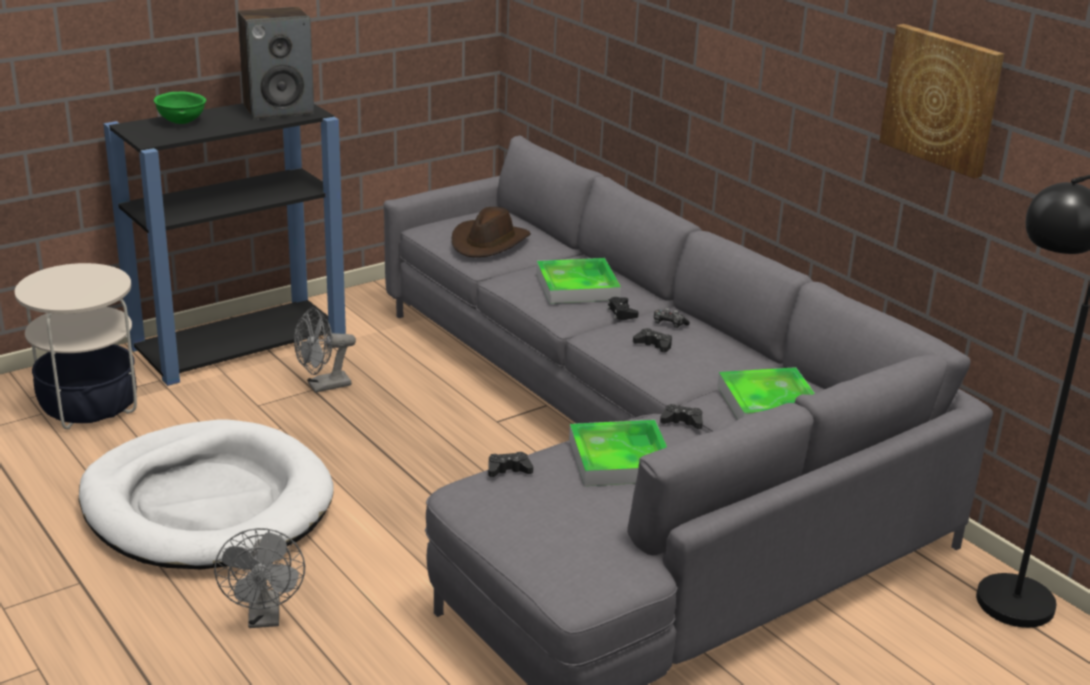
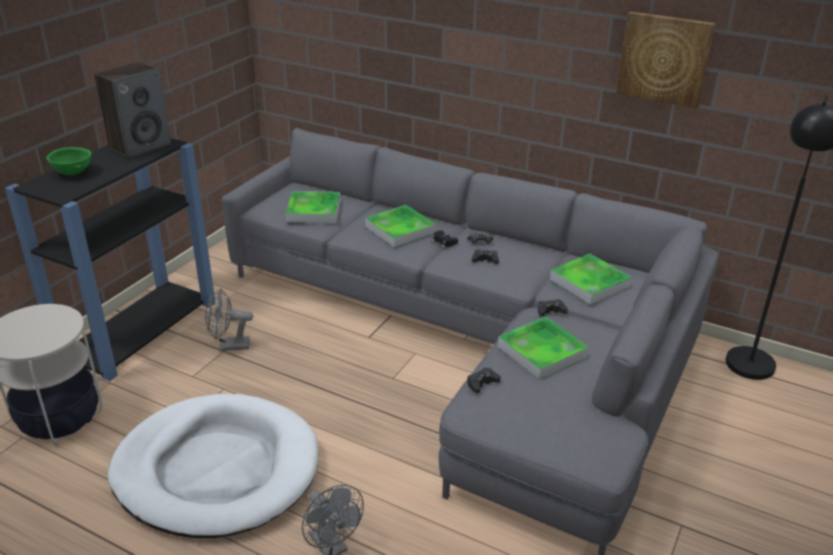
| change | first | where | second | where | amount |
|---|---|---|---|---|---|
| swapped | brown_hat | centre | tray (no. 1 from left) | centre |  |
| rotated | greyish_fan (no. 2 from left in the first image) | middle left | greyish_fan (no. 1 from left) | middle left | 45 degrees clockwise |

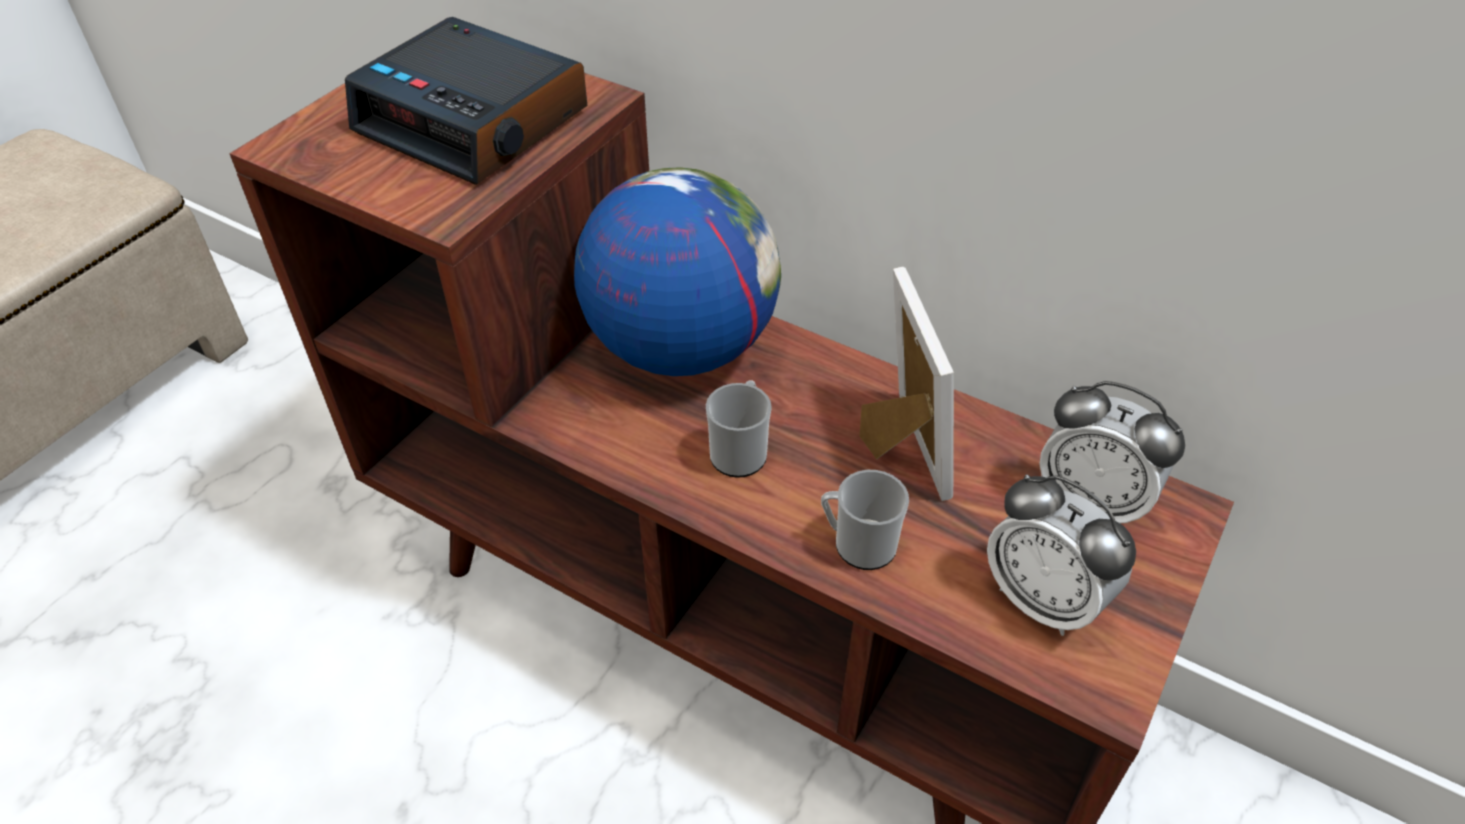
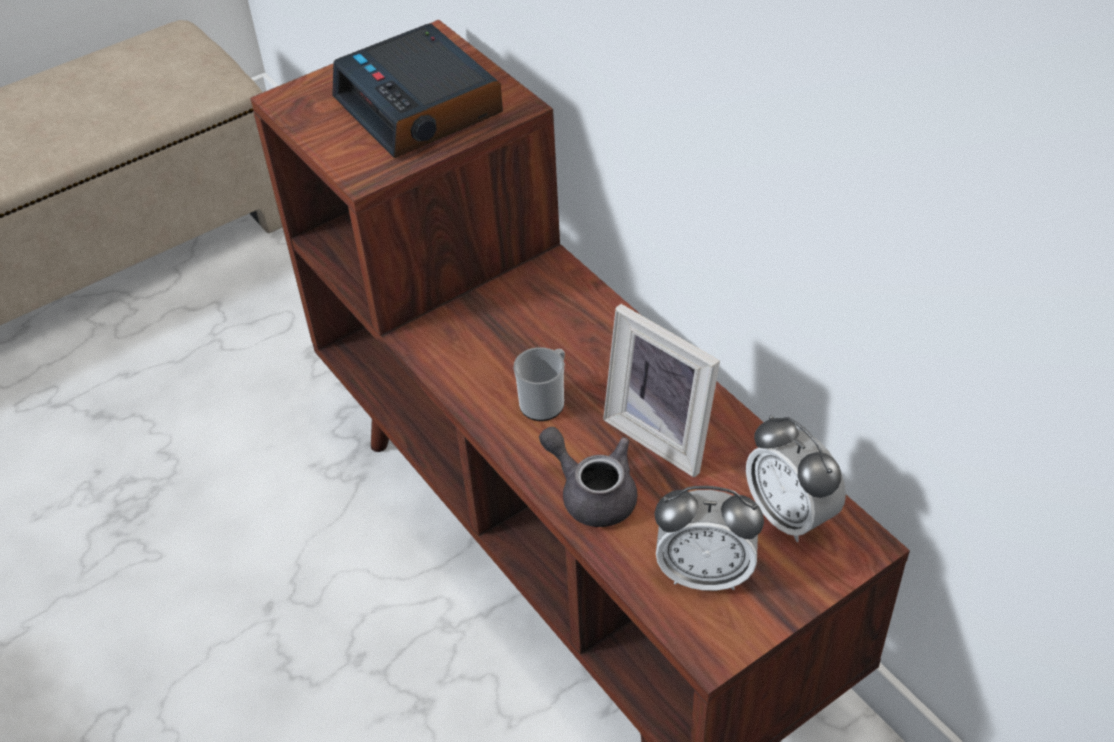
| change | first | where | second | where | amount |
|---|---|---|---|---|---|
| gone | desk_globe | top centre |  |  |  |
| rotated | picture_frame | centre |  | centre | 120 degrees clockwise |
| swapped | tea_mug (no. 2 from left) | centre | greyish_pot_for_tea | centre |  |
| rotated | table_clock (no. 2 from left) | bottom right |  | bottom centre | 60 degrees counterclockwise |

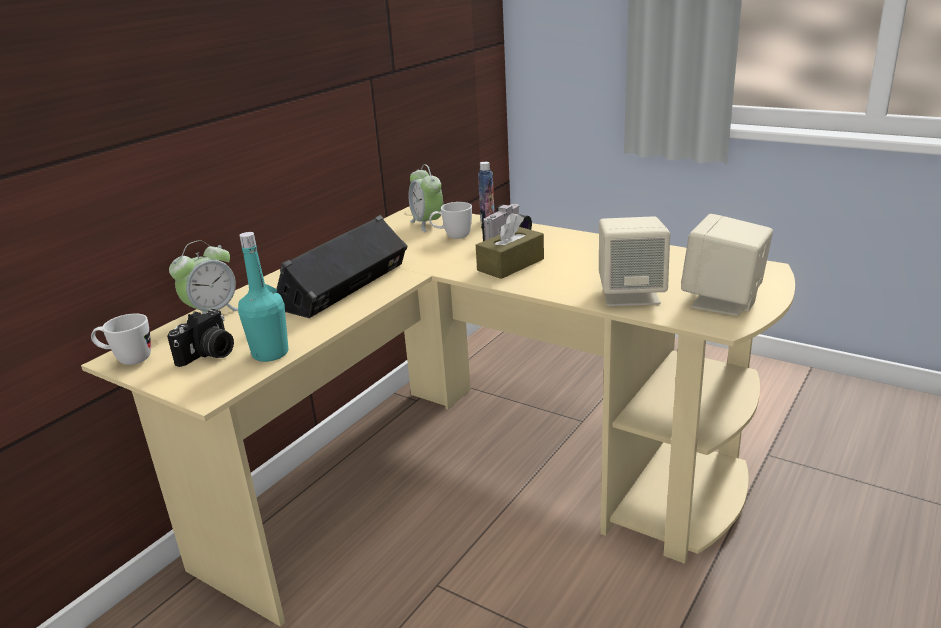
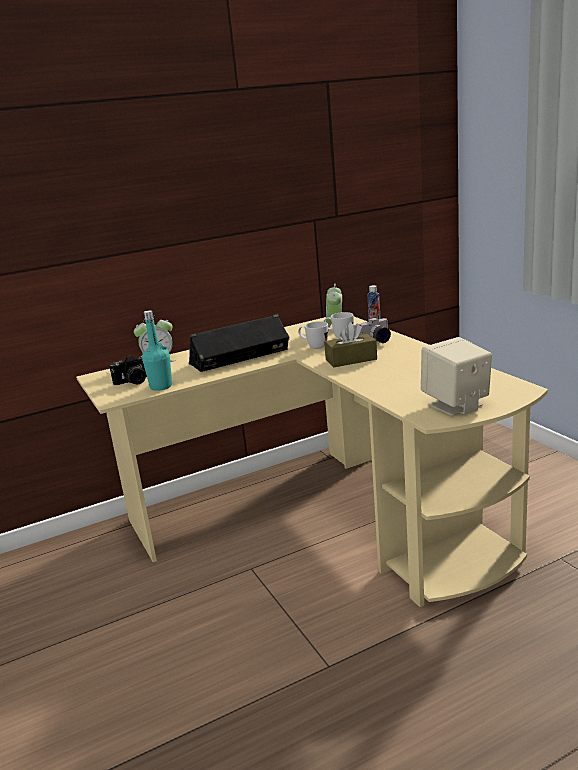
| change | first | where | second | where | amount |
|---|---|---|---|---|---|
| gone | sand-coloured_loudspeaker (no. 1 from left) | middle right |  |  |  |
| shifted | white-coloured_tea_mug (no. 1 from left) | middle left |  | centre |  |

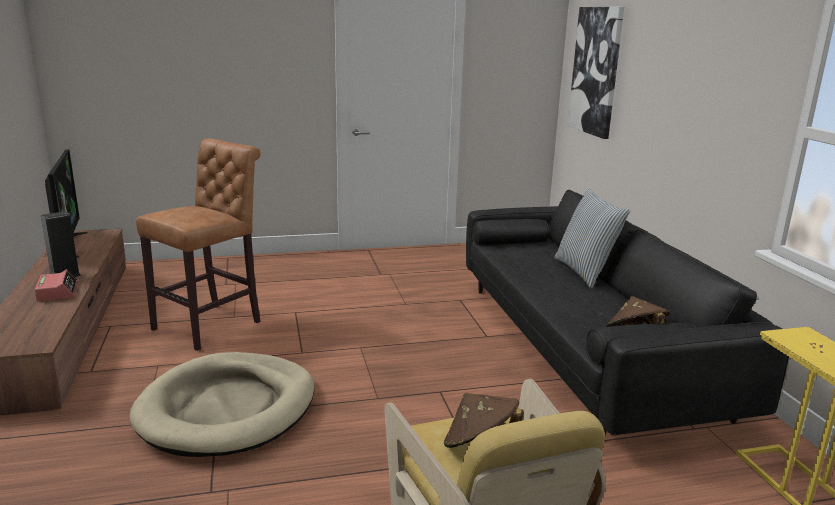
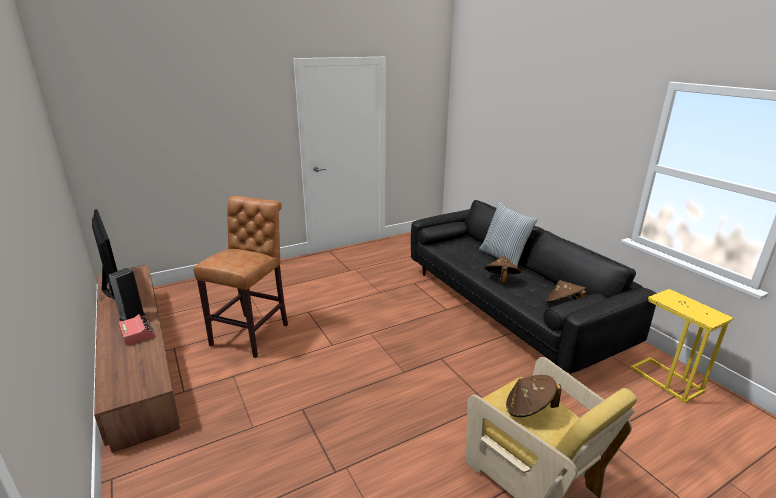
| change | first | where | second | where | amount |
|---|---|---|---|---|---|
| gone | wall_art | top right |  |  |  |
| gone | sand-coloured_dog_bed | bottom left |  |  |  |
| new |  |  | brown_hat (no. 1 from left) | centre |  |

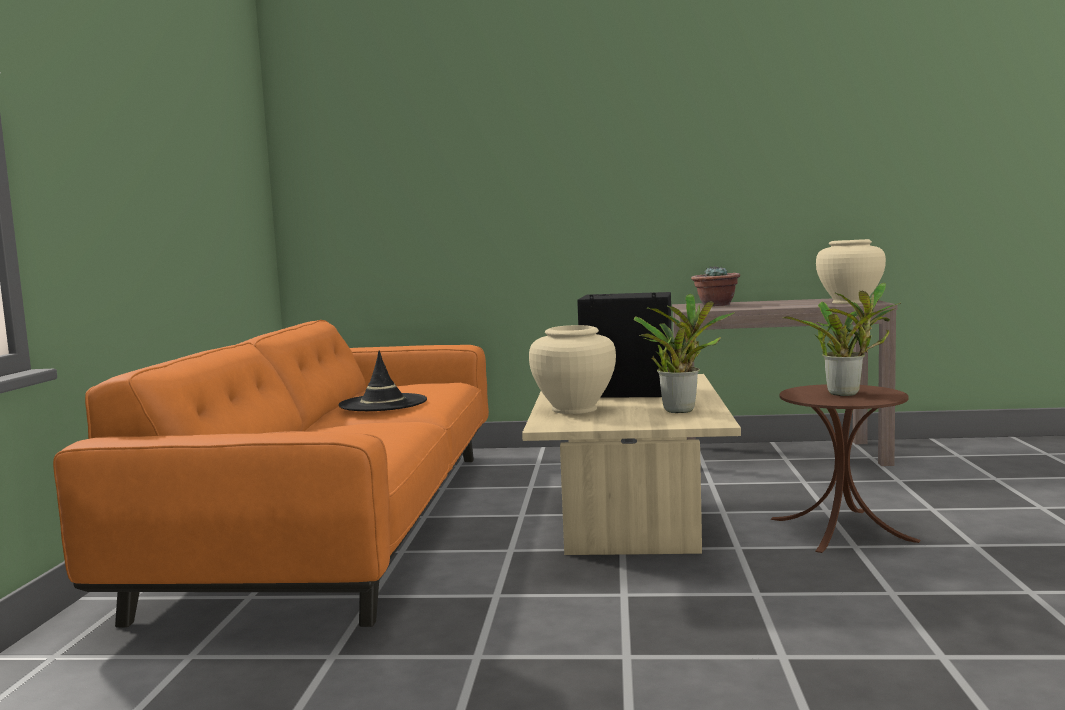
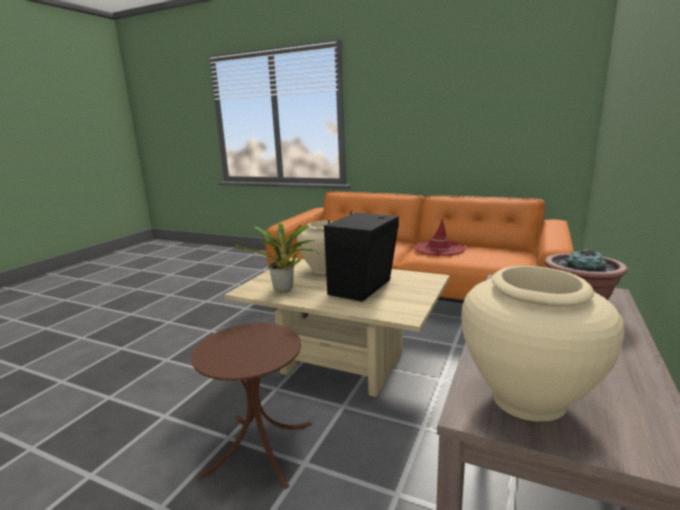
| change | first | where | second | where | amount |
|---|---|---|---|---|---|
| gone | houseplant (no. 3 from left) | middle right |  |  |  |
| repainted | black-coloured_hat | centre | red_hat | centre |  |

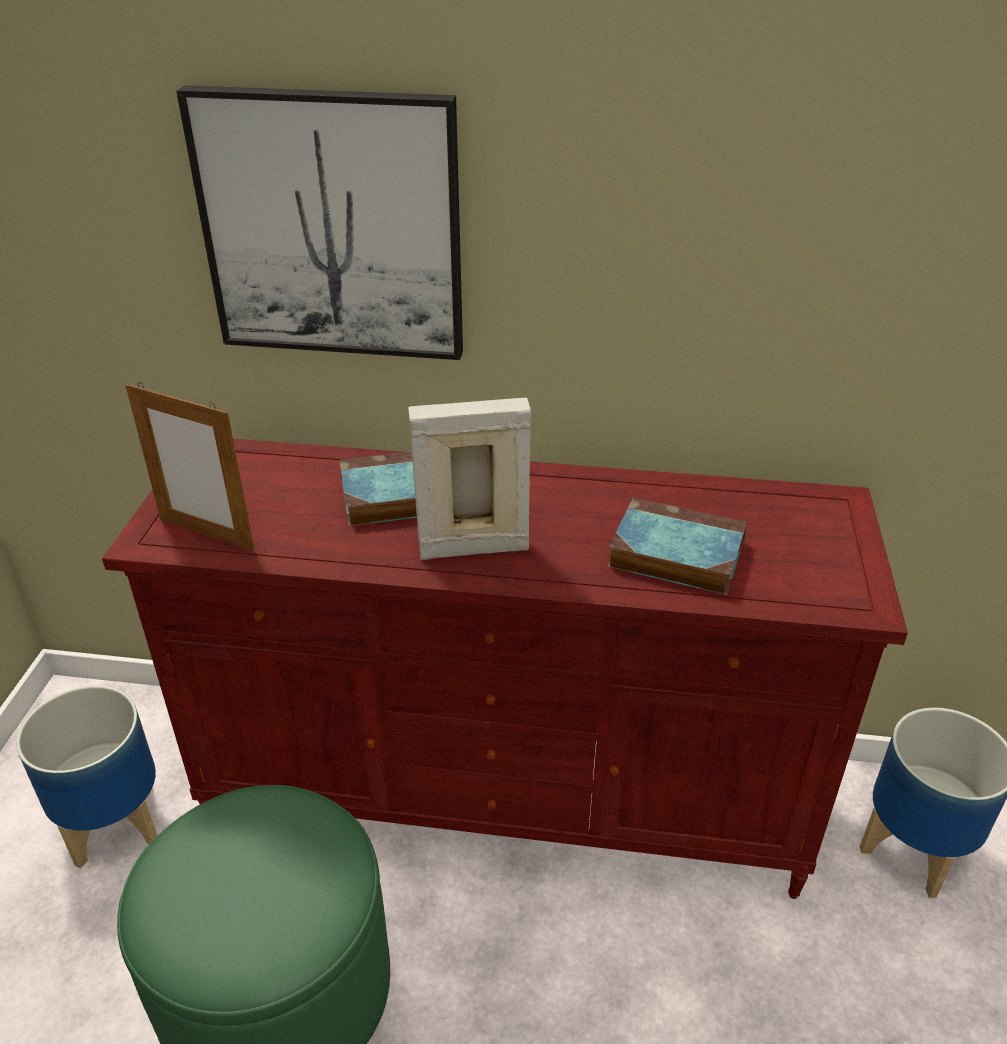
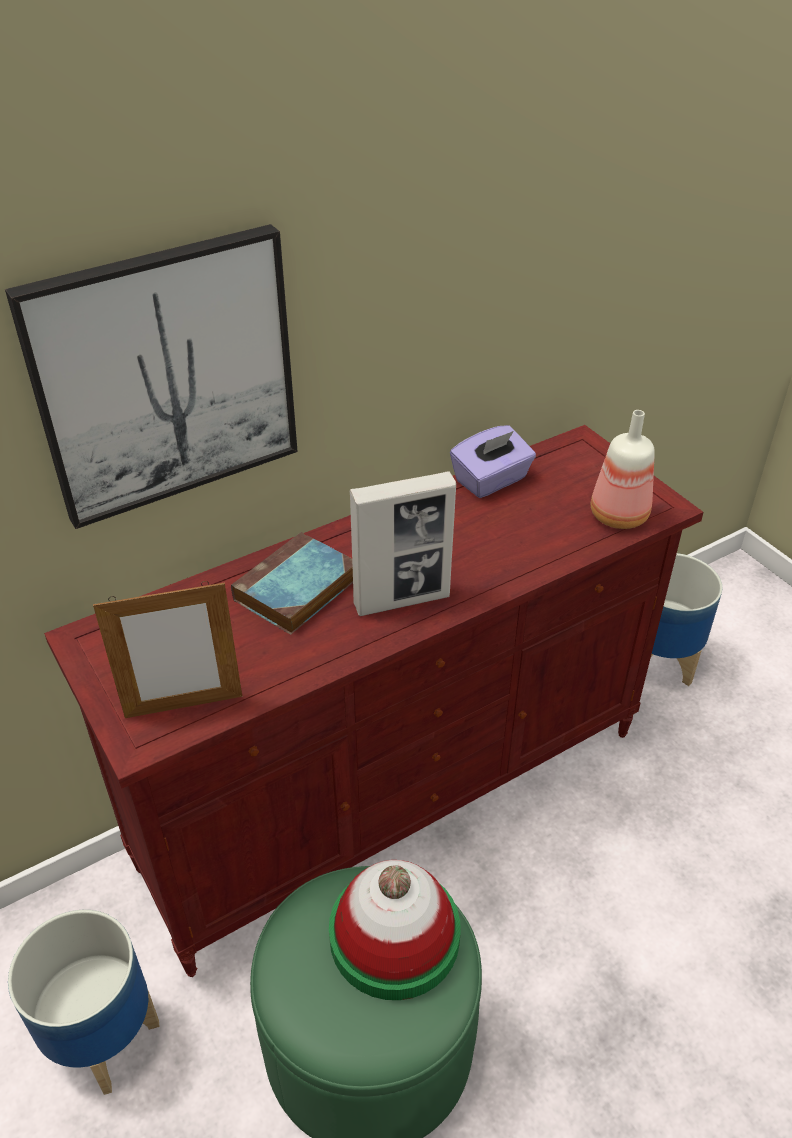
| change | first | where | second | where | amount |
|---|---|---|---|---|---|
| rotated | picture_frame (no. 2 from left) | centre |  | centre | 150 degrees counterclockwise |
| gone | bound_book (no. 2 from left) | middle right |  |  |  |
| new |  |  | drink_bottle | middle right |  |
| new |  |  | purple-coloured_box_of_tissues | centre |  |
| new |  |  | hat | bottom centre |  |

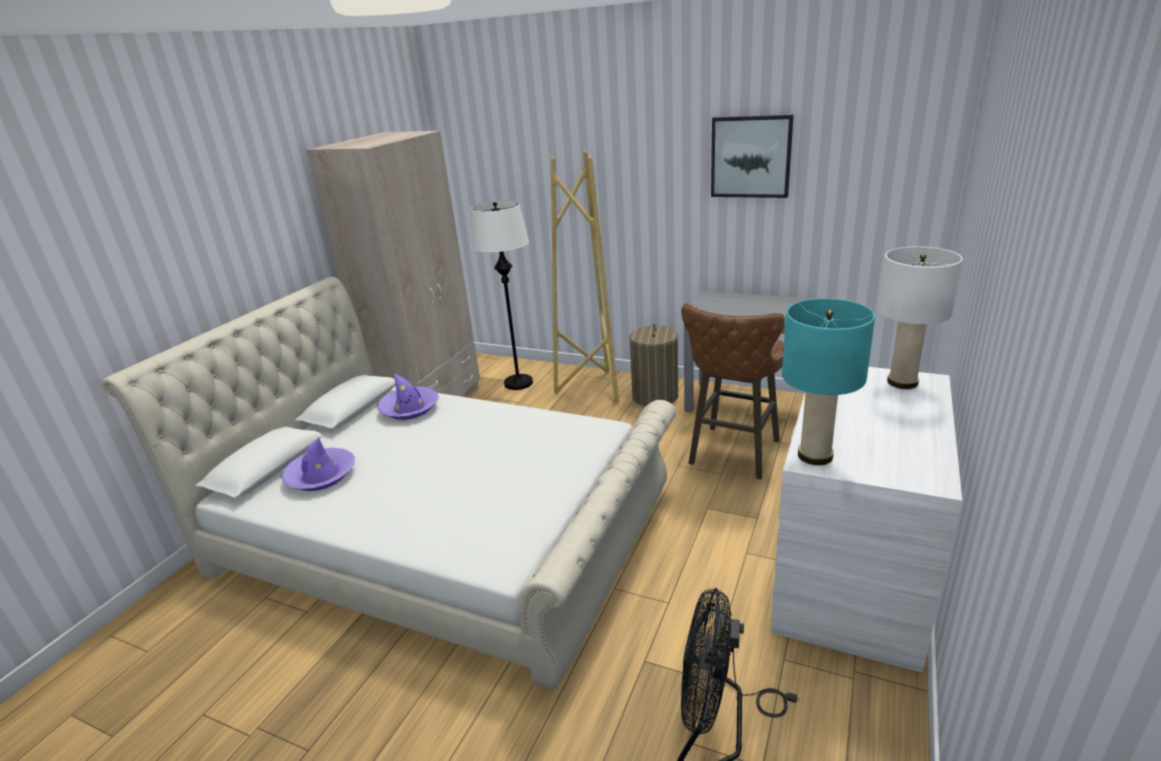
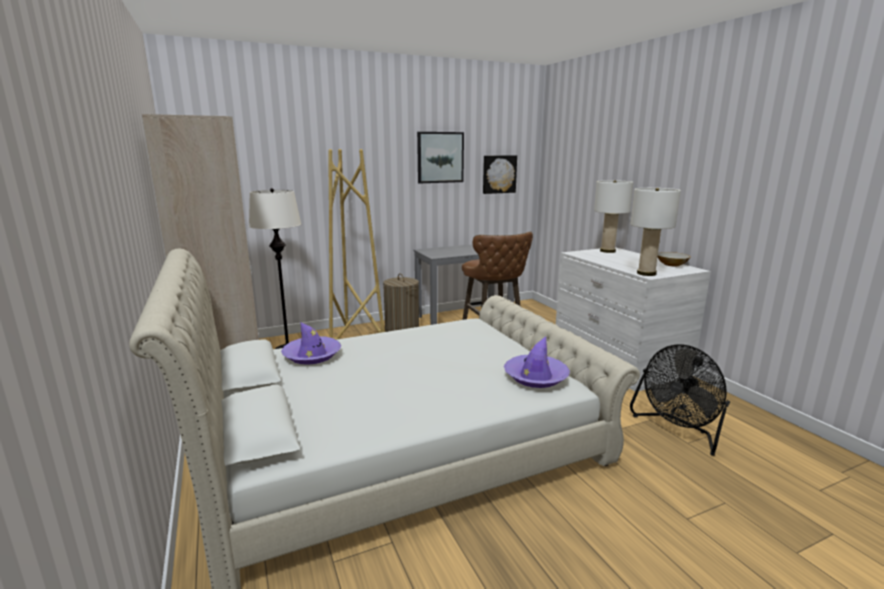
| change | first | where | second | where | amount |
|---|---|---|---|---|---|
| repainted | blue-green_table_lamp | middle right | white-coloured_table_lamp (no. 2 from left) | middle right |  |
| shifted | purple-coloured_hat (no. 1 from left in the first image) | middle left | purple-coloured_hat (no. 2 from left) | centre |  |
| new |  |  | wall_art (no. 2 from left) | top centre |  |
| new |  |  | bowl | middle right |  |

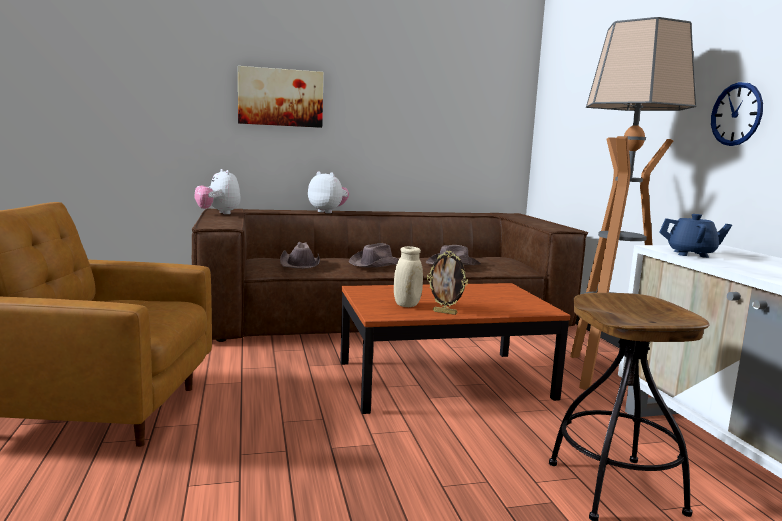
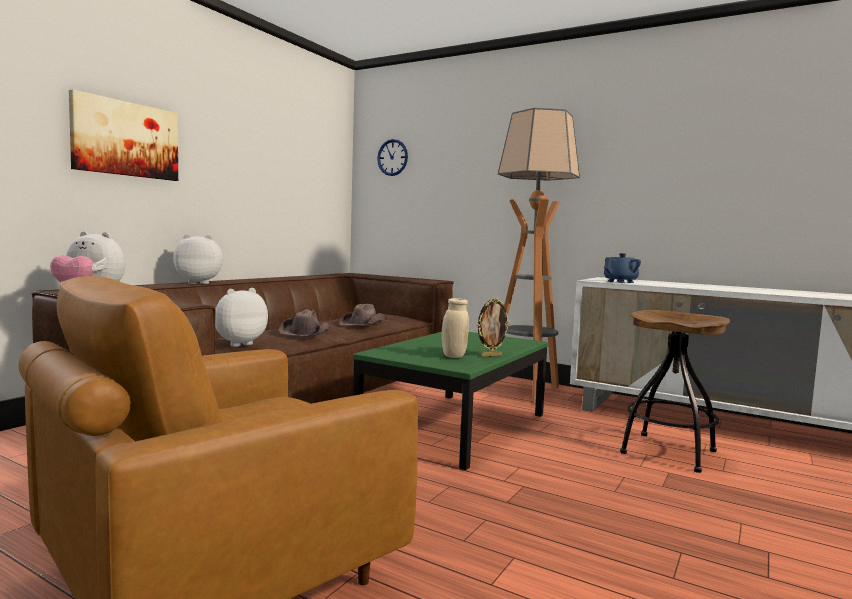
| change | first | where | second | where | amount |
|---|---|---|---|---|---|
| shifted | wall_clock | top right |  | top centre |  |
| swapped | brown_hat (no. 1 from left) | centre | soft_toy (no. 3 from left) | middle left |  |
| repainted | brown_low_table | bottom centre | green_low_table | bottom centre |  |

